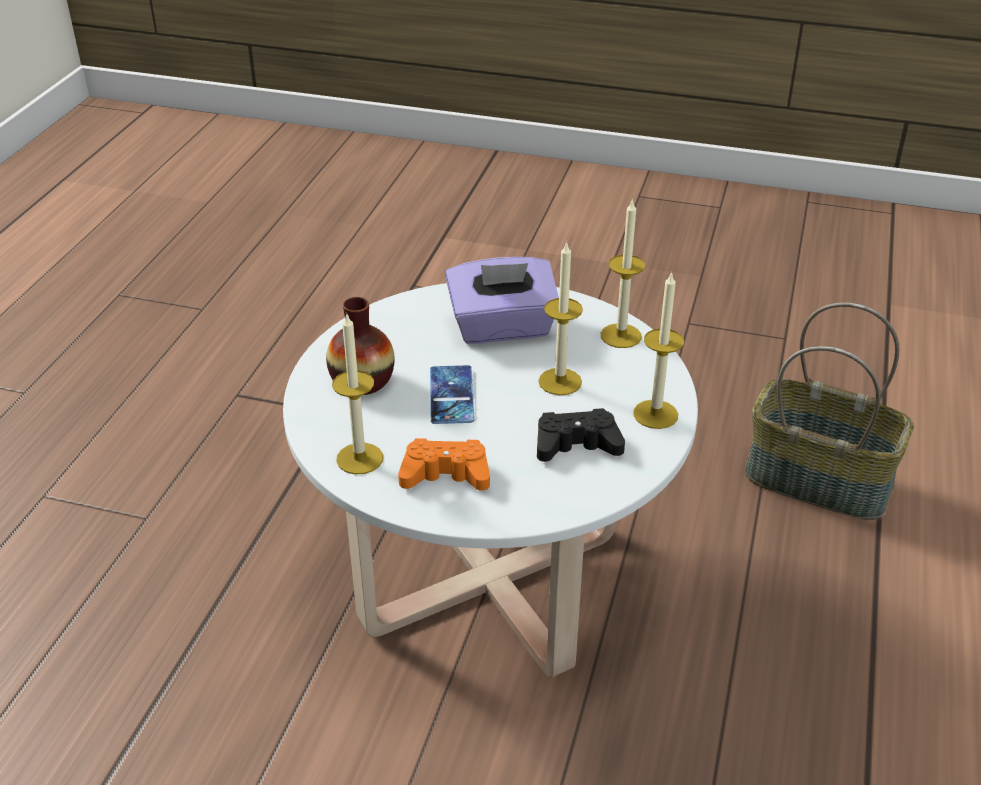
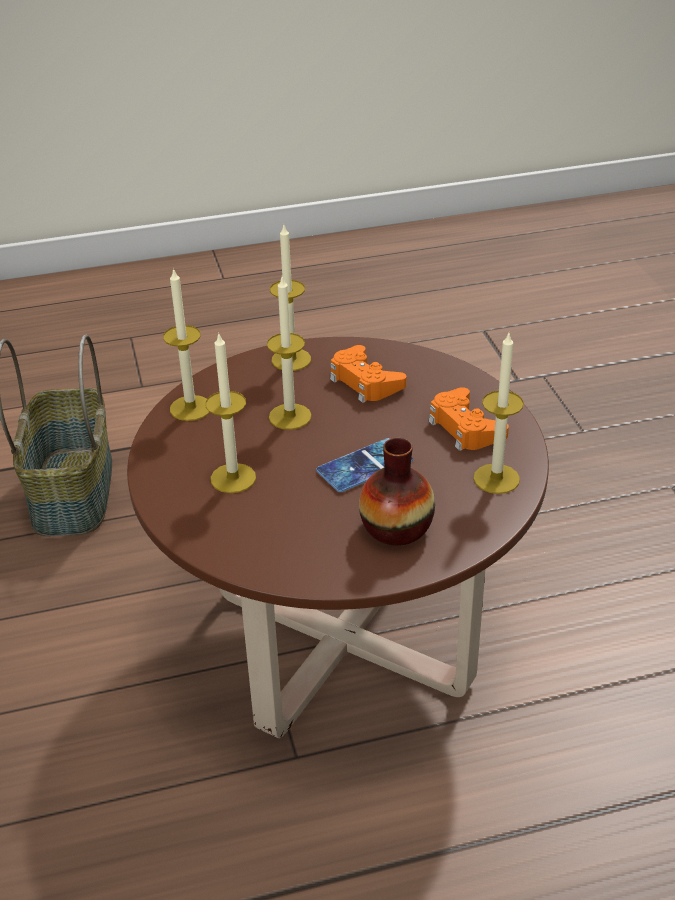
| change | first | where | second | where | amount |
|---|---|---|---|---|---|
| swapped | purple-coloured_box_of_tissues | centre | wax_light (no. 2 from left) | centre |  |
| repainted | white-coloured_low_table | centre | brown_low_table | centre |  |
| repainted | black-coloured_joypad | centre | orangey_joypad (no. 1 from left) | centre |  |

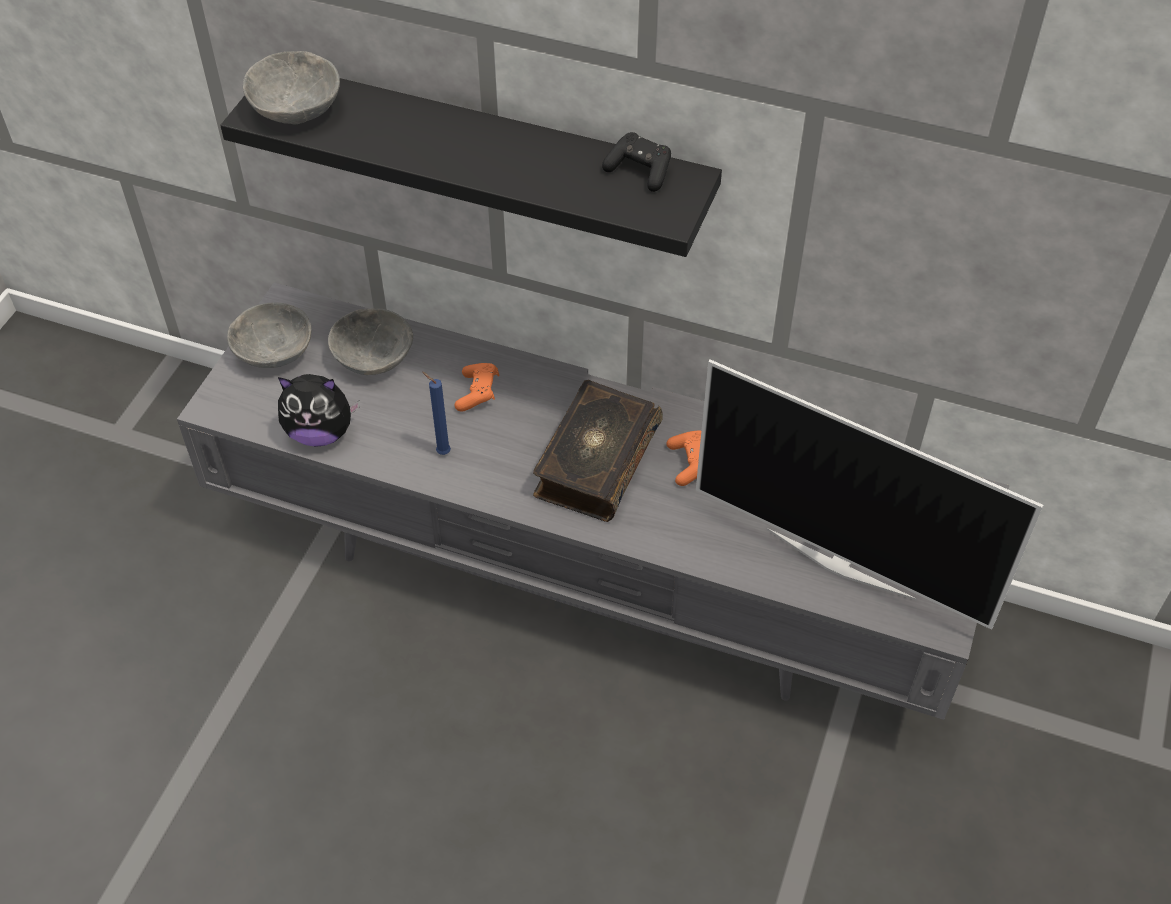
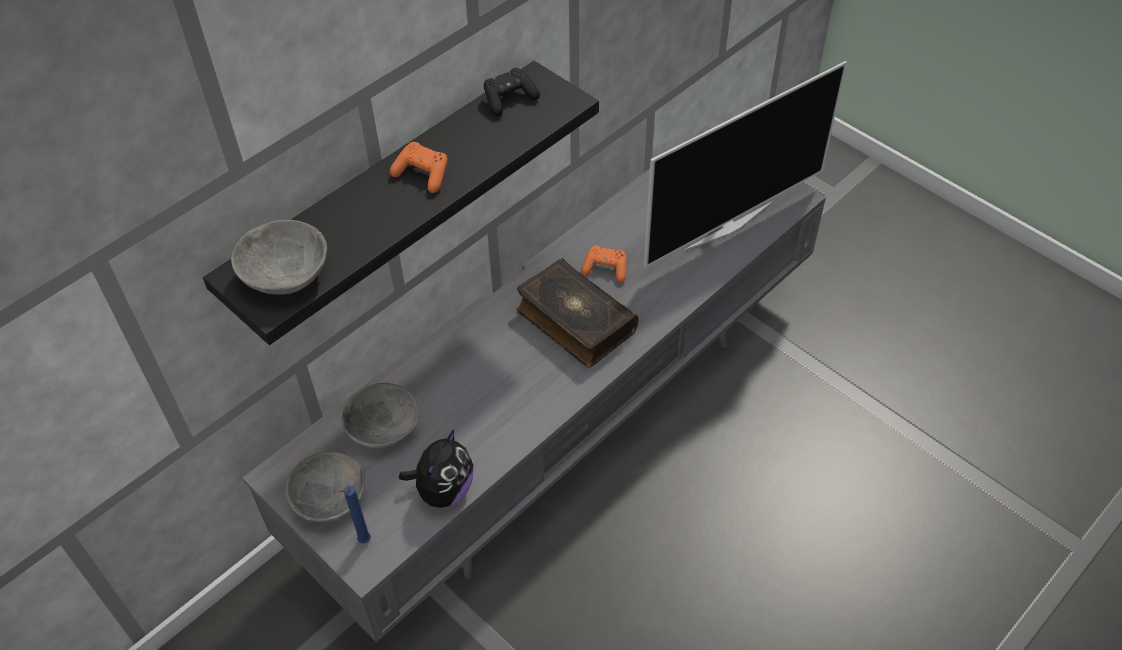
| change | first | where | second | where | amount |
|---|---|---|---|---|---|
| shifted | orangey_joypad (no. 1 from left) | centre |  | top centre |  |
| shifted | blue-coloured_wax_light | centre |  | bottom left |  |

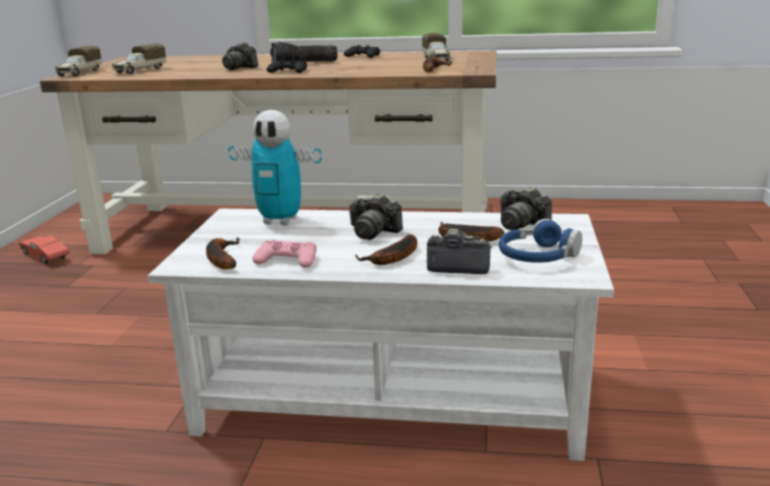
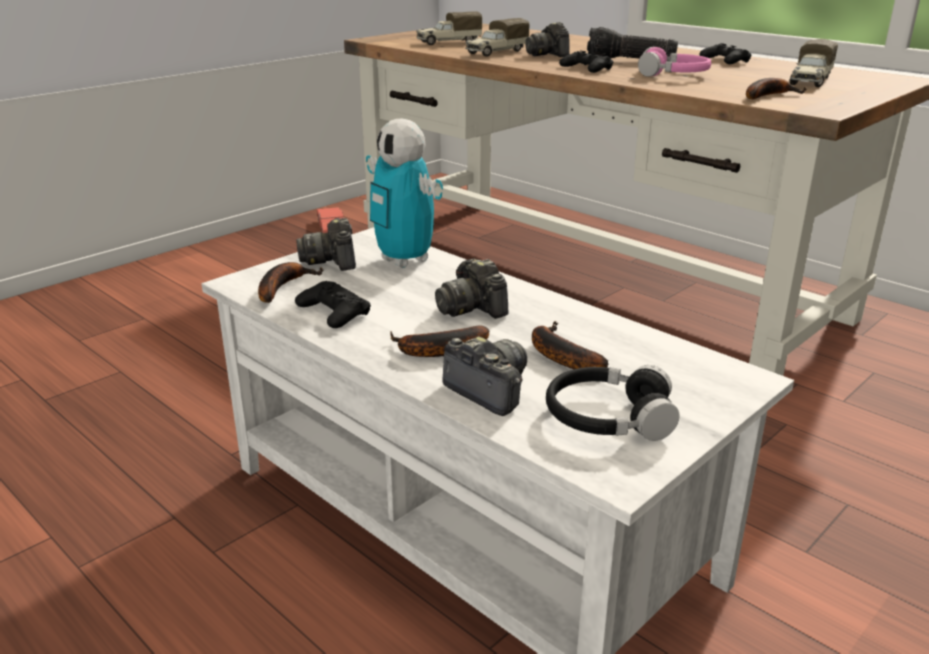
| change | first | where | second | where | amount |
|---|---|---|---|---|---|
| shifted | toy_lorry (no. 1 from left in the first image) | top left | toy_lorry (no. 2 from left) | top centre |  |
| shifted | photo_camera (no. 4 from left in the first image) | middle right | photo_camera (no. 1 from left) | centre |  |
| repainted | blue-coloured_headset | middle right | black-coloured_headset | centre |  |
| repainted | pink-coloured_joypad | centre | black-coloured_joypad (no. 1 from left) | centre |  |
| new |  |  | pink-coloured_headset | top right |  |

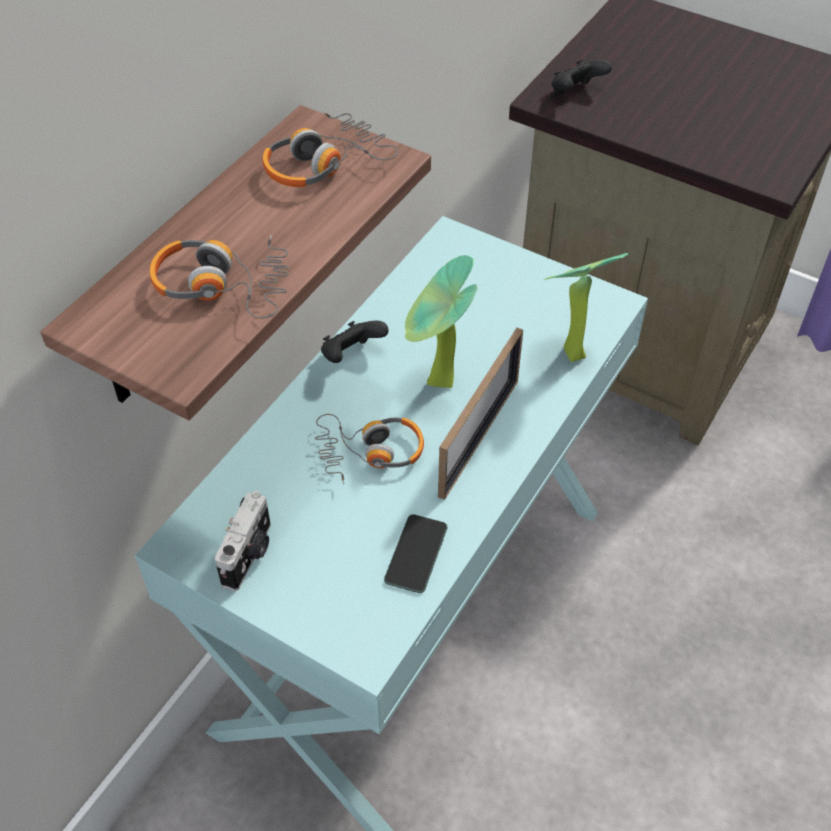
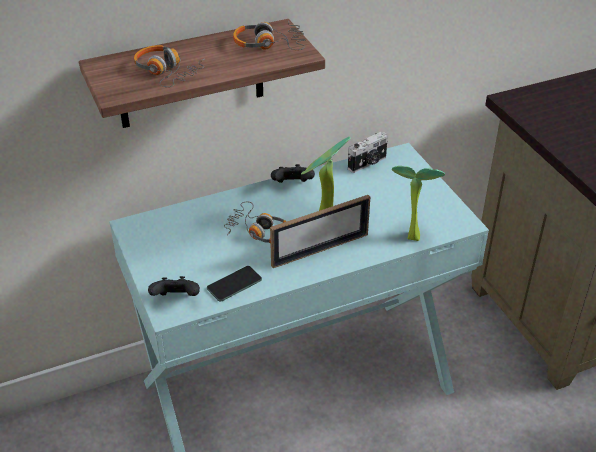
| change | first | where | second | where | amount |
|---|---|---|---|---|---|
| shifted | black-coloured_joypad (no. 2 from left in the first image) | top right | black-coloured_joypad (no. 1 from left) | middle left |  |
| shifted | photo_camera | middle left |  | centre |  |

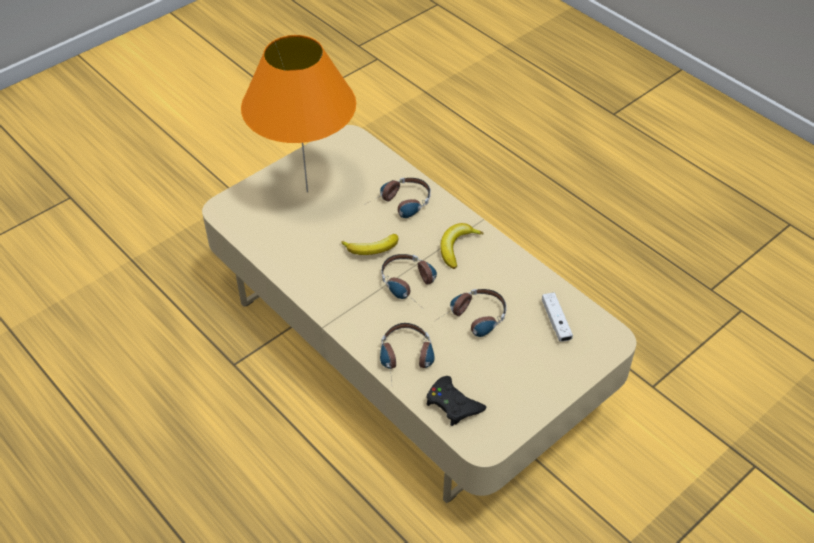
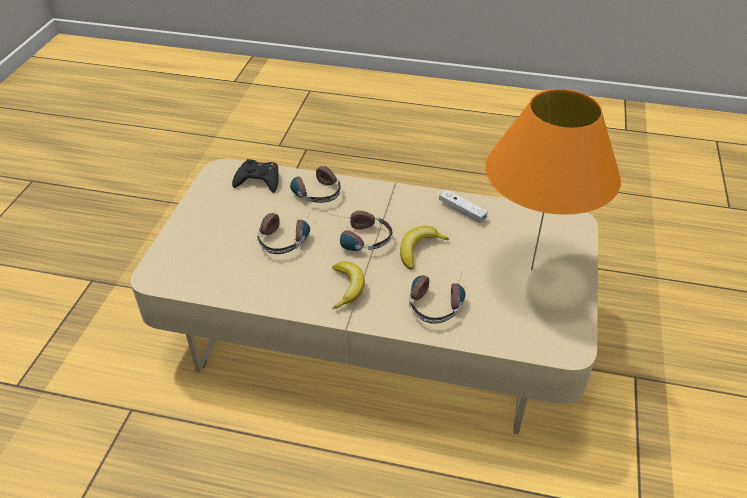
| change | first | where | second | where | amount |
|---|---|---|---|---|---|
| shifted | white-coloured_joypad | middle right |  | centre |  |

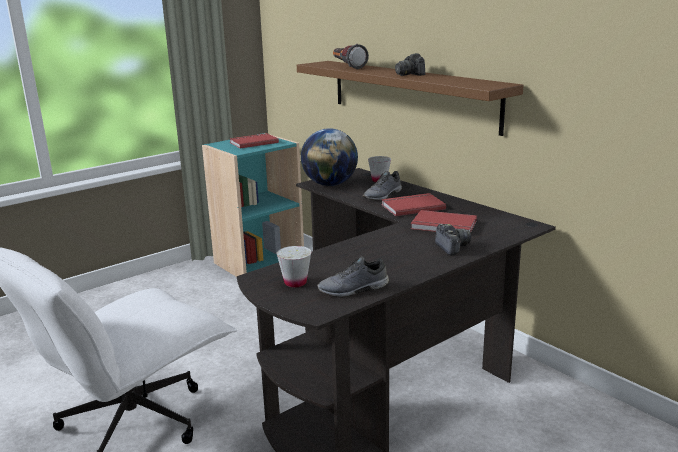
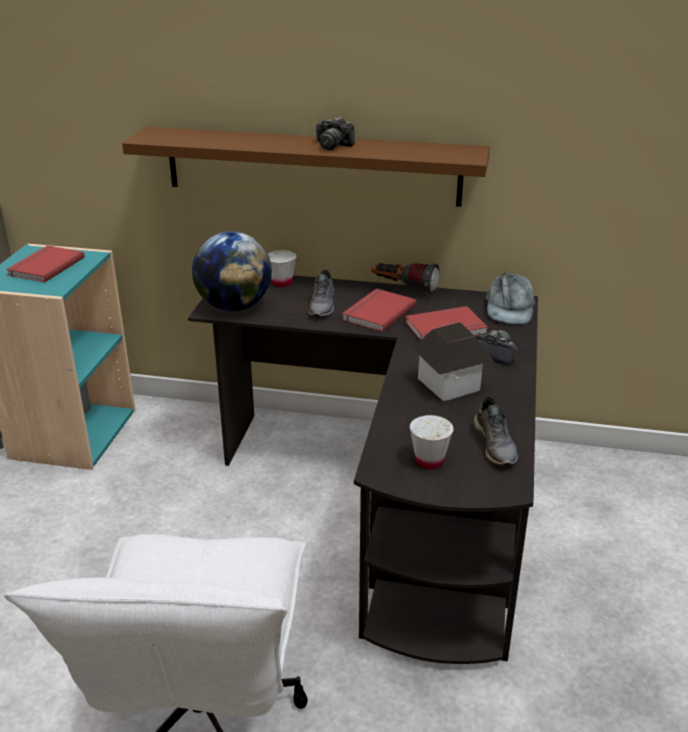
| change | first | where | second | where | amount |
|---|---|---|---|---|---|
| shifted | hand_torch | top centre |  | centre |  |
| rotated | greyish_shoe (no. 1 from left in the first image) | centre | greyish_shoe (no. 2 from left) | middle right | 45 degrees counterclockwise |
| new |  |  | greyish_cap | middle right |  |
| new |  |  | miniature_house | centre |  |

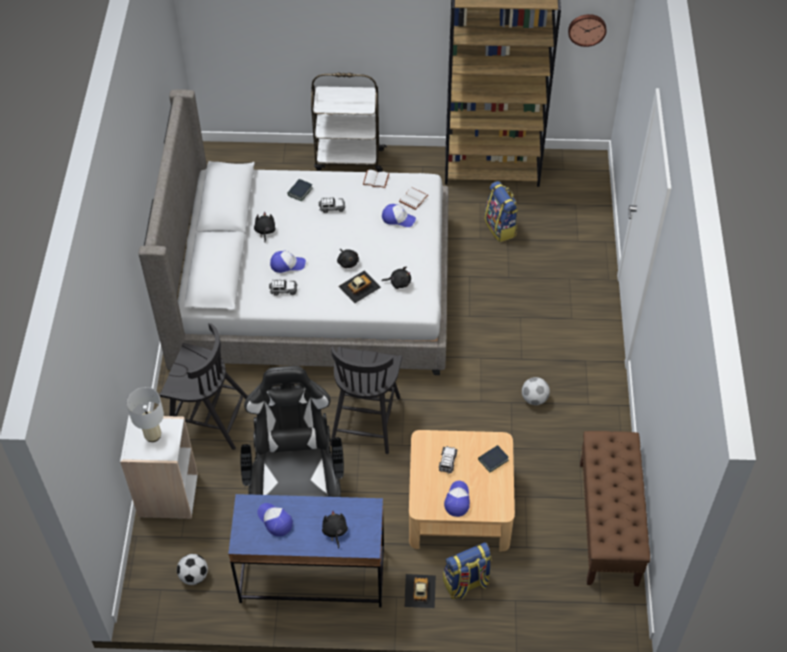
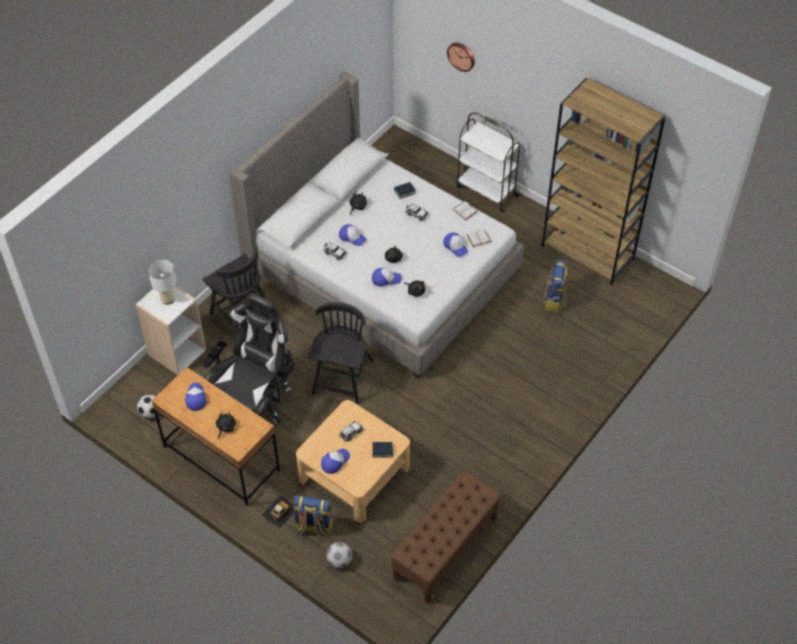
| change | first | where | second | where | amount |
|---|---|---|---|---|---|
| shifted | wall_clock | top right |  | top centre |  |
| swapped | miniature_car (no. 3 from left) | centre | cap (no. 4 from left) | centre |  |
| rotated | black-coloured_chair (no. 2 from left) | centre |  | centre | 150 degrees clockwise |
| shifted | football (no. 2 from left) | middle right |  | bottom centre |  |
| repainted | blue-coloured_desk_unit | bottom centre | brown_desk_unit | bottom left |  |

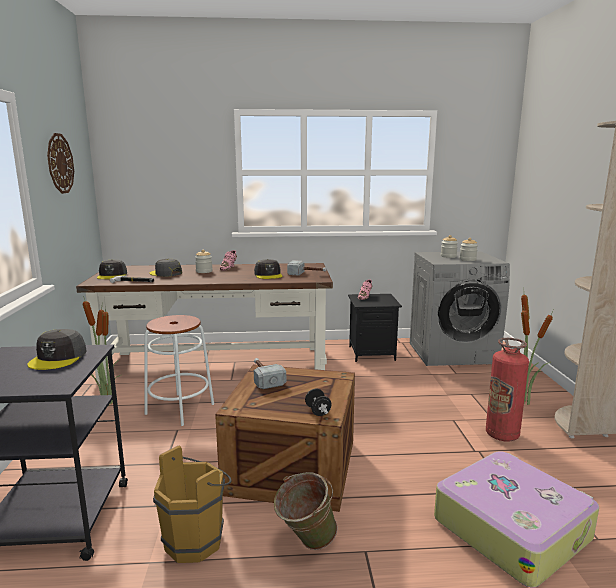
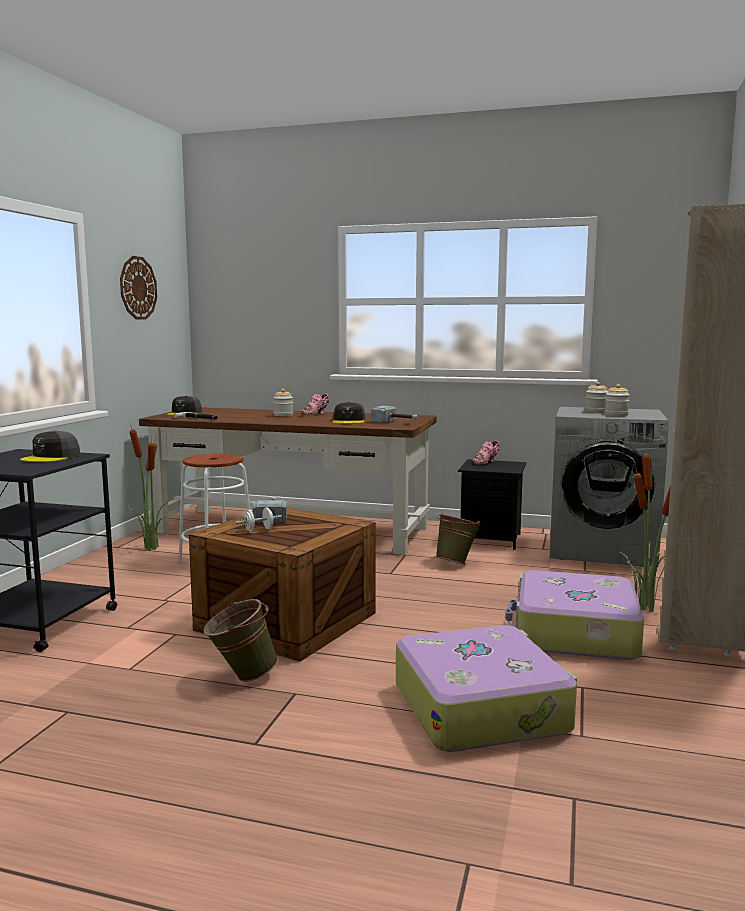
| change | first | where | second | where | amount |
|---|---|---|---|---|---|
| gone | greyish_cap (no. 3 from left) | middle left |  |  |  |
| swapped | fire-fighting_cylinder | middle right | piece_of_luggage (no. 2 from left) | bottom right |  |
| gone | black-coloured_free_weight | bottom centre |  |  |  |
| gone | brown_pail | bottom left |  |  |  |
| new |  |  | white-coloured_free_weight | centre |  |
| new |  |  | green_pail (no. 2 from left) | centre |  |

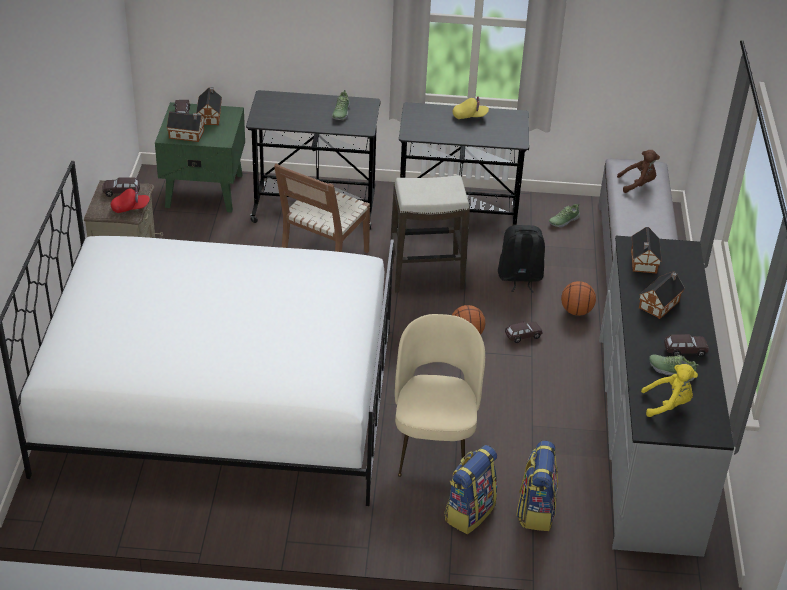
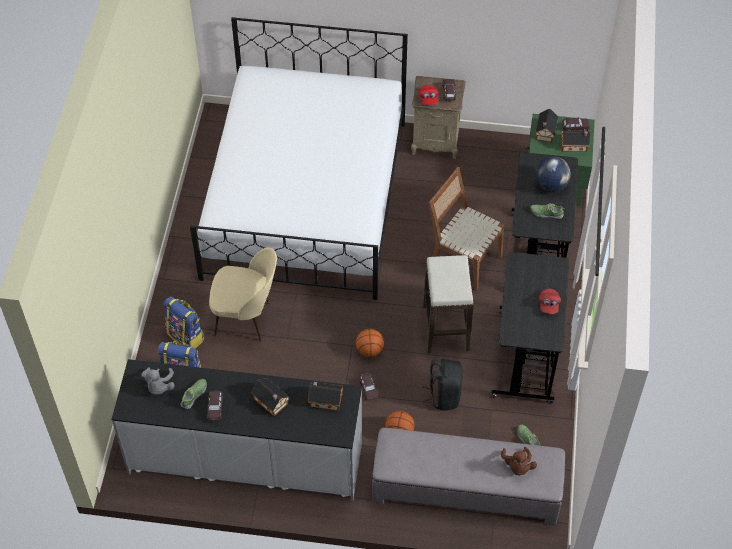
| change | first | where | second | where | amount |
|---|---|---|---|---|---|
| repainted | yellow_cap | top centre | red_cap (no. 2 from left) | middle right |  |
| repainted | yellow_soft_toy | middle right | greyish_soft_toy | bottom left |  |
| new |  |  | desk_globe | top right |  |

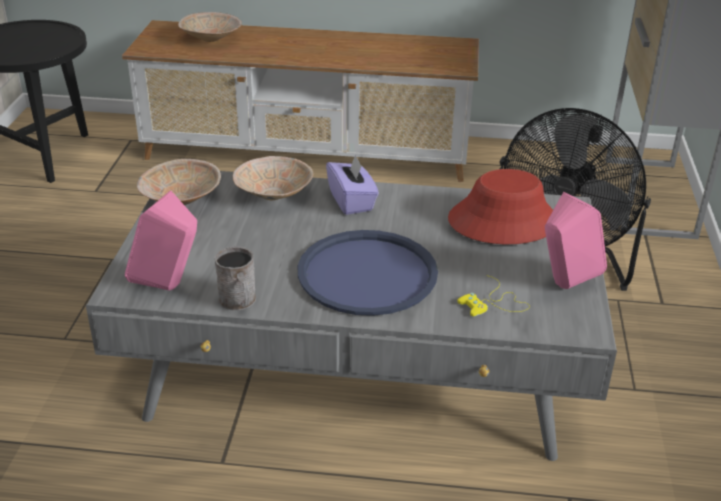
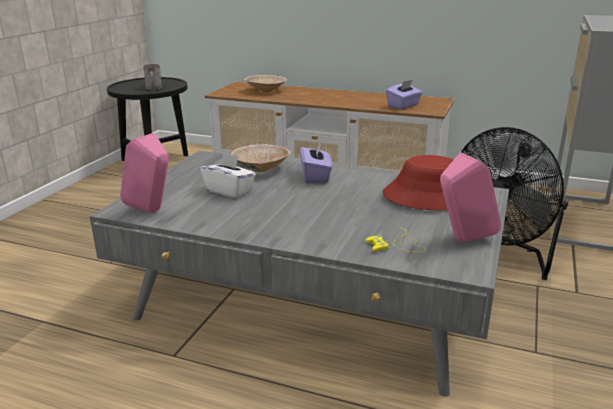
| change | first | where | second | where | amount |
|---|---|---|---|---|---|
| gone | sand-coloured_bowl (no. 1 from left) | middle left |  |  |  |
| gone | blue-coloured_tray | centre |  |  |  |
| shifted | greyish_tea_mug | middle left |  | top left |  |
| new |  |  | purple-coloured_box_of_tissues (no. 2 from left) | top centre |  |
| new |  |  | white-coloured_box_of_tissues | centre |  |

